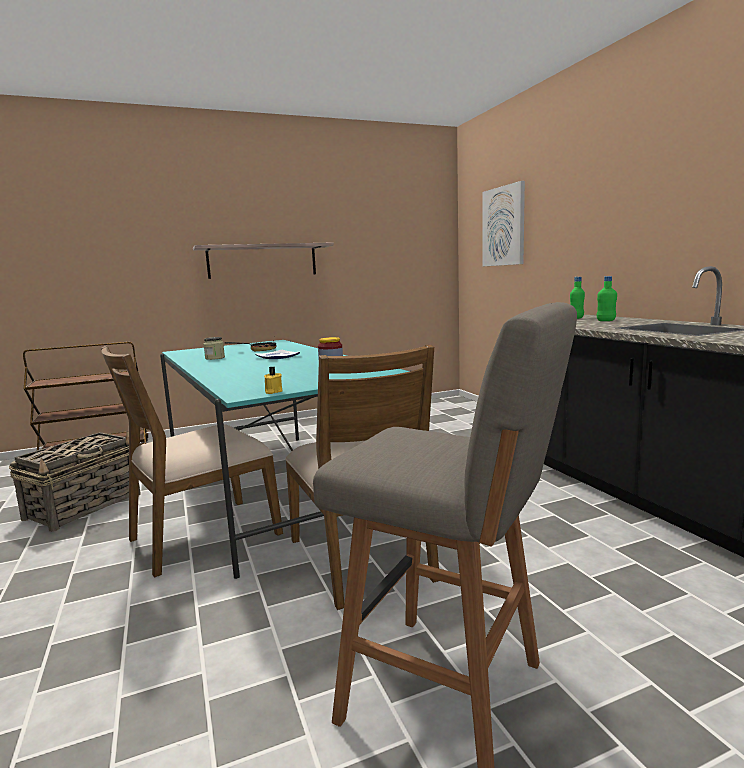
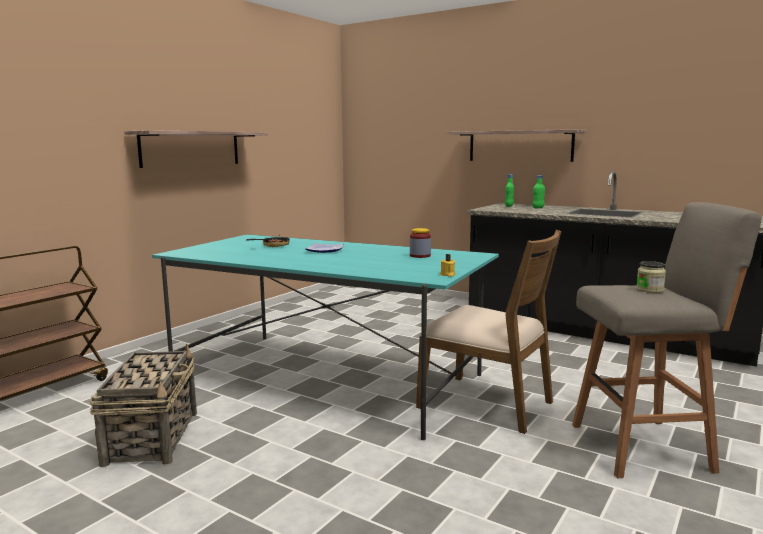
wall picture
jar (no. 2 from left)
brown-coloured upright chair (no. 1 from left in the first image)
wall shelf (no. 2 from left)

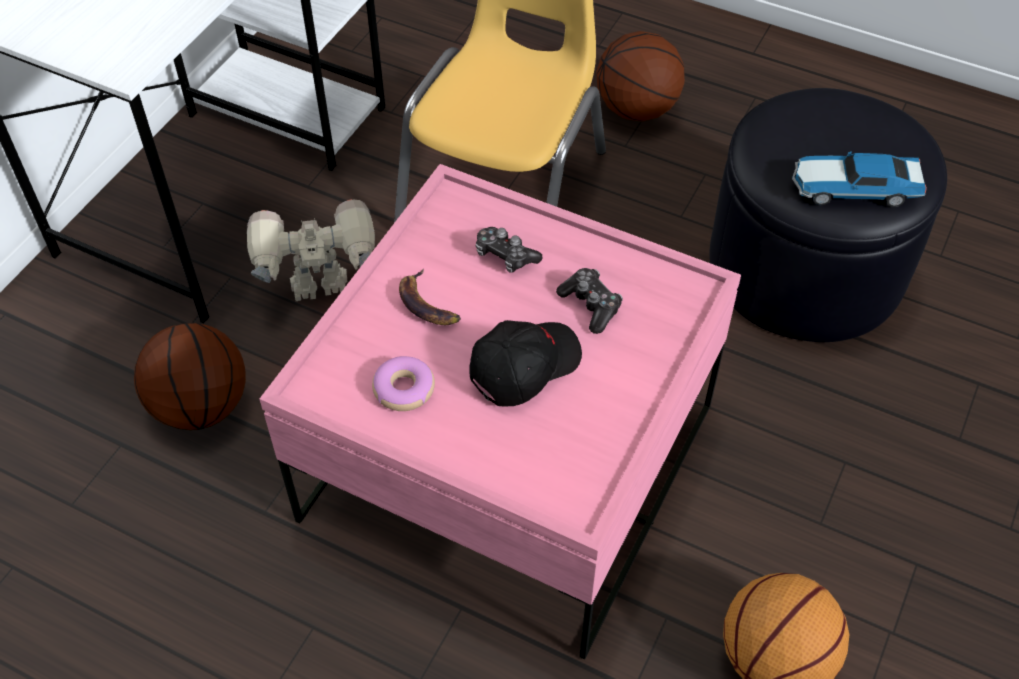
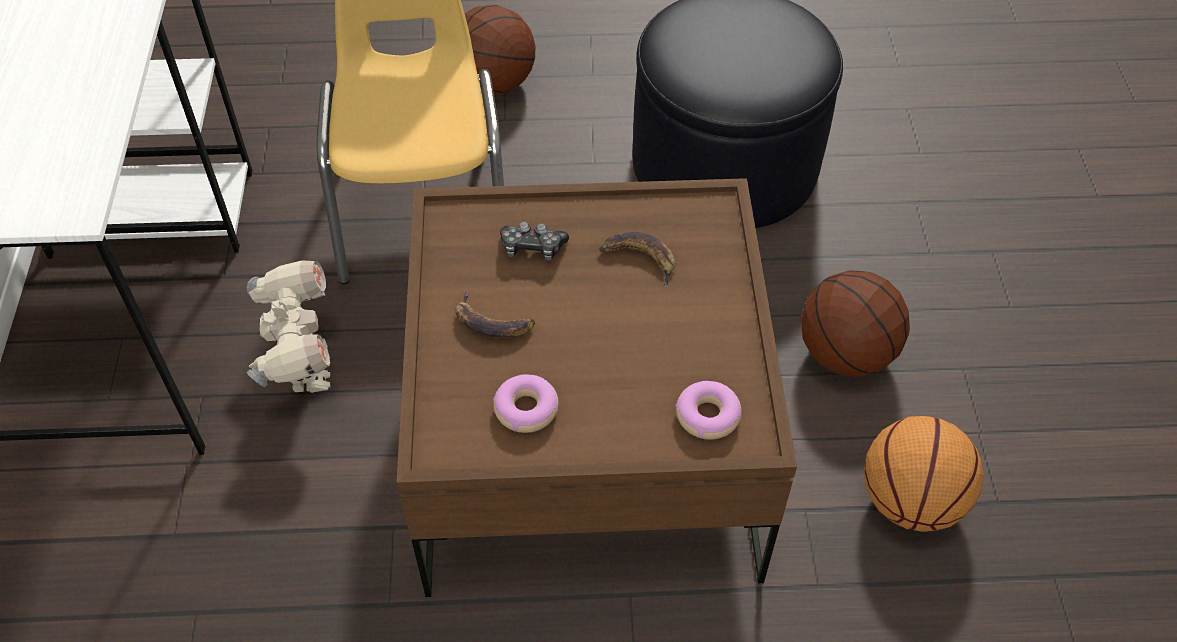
toy car
brown-coloured low table
toy robot
banana fruit (no. 2 from left)
blackish baseball cap
basketball (no. 2 from left)
donut (no. 2 from left)

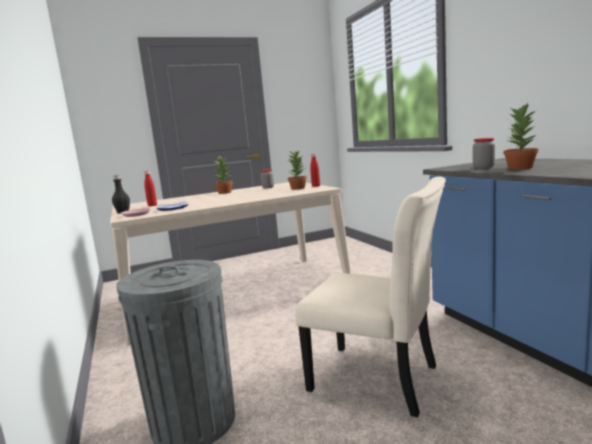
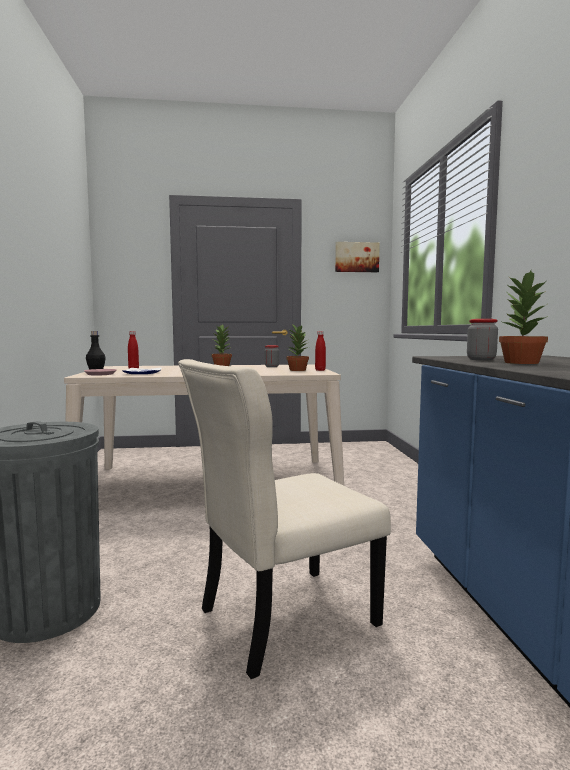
beige upright chair
wall picture

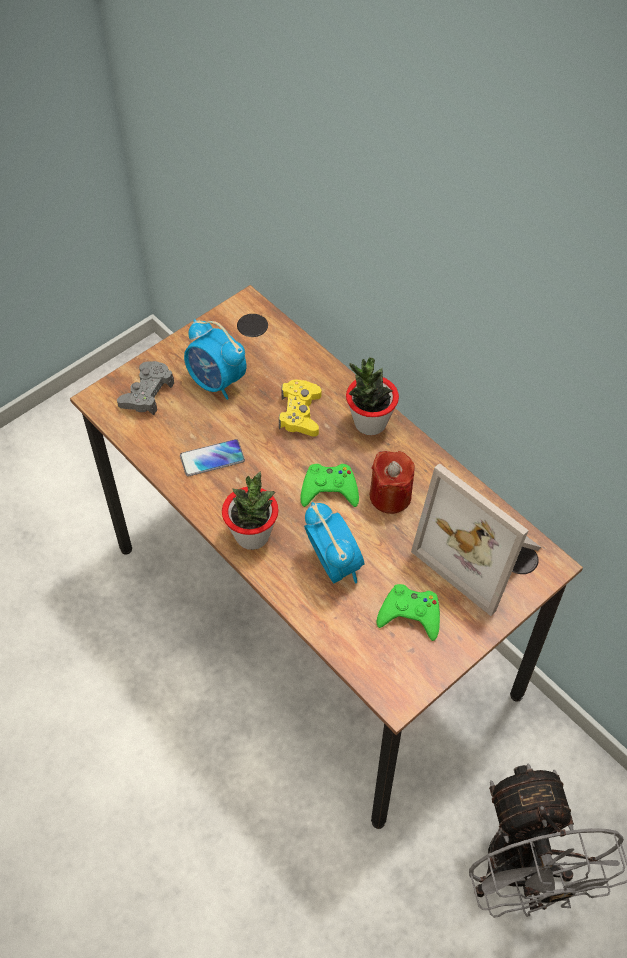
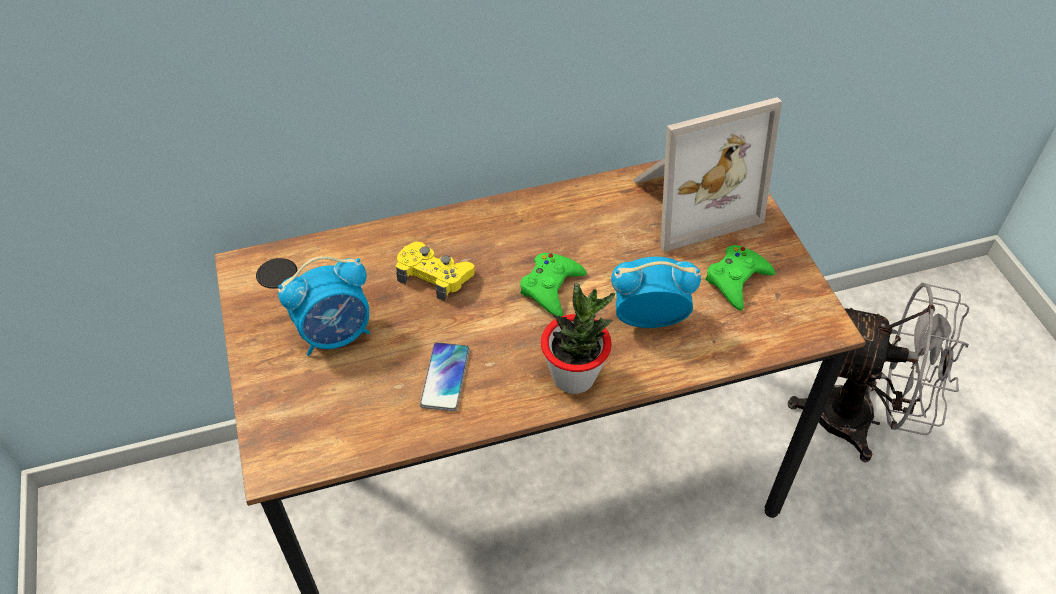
plant in a pot (no. 2 from left in the first image)
grey gamepad
red wax light

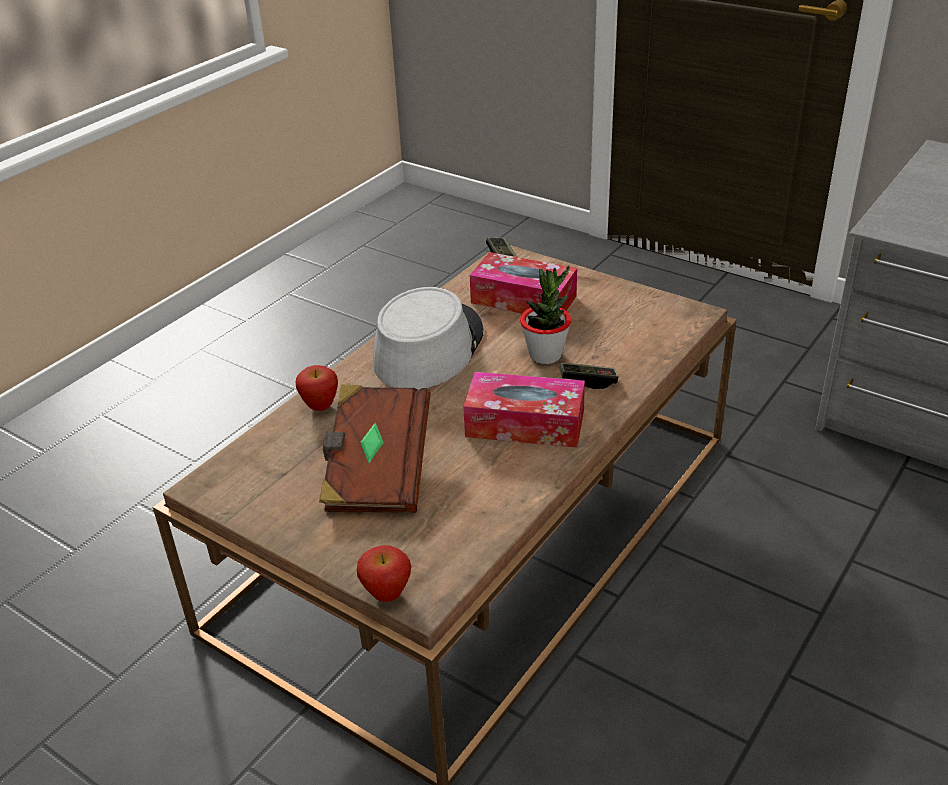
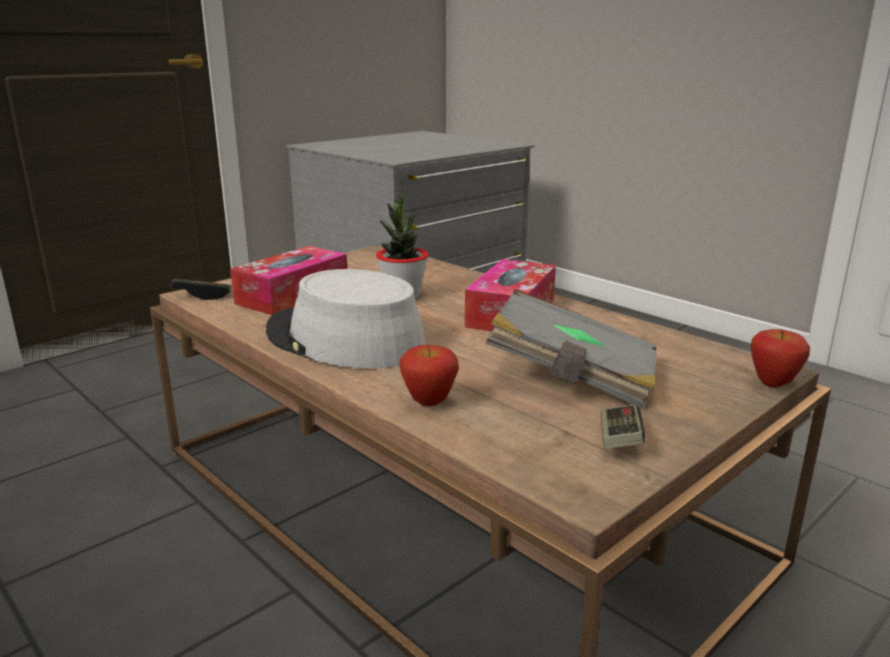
gamepad (no. 2 from left)
grey volume

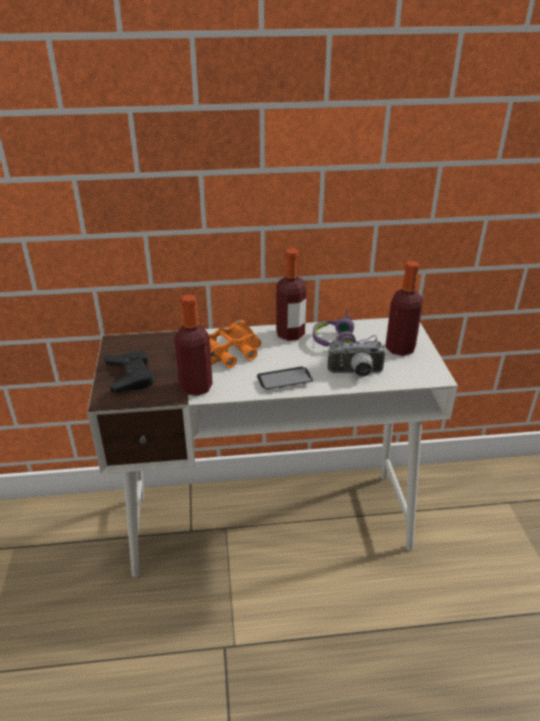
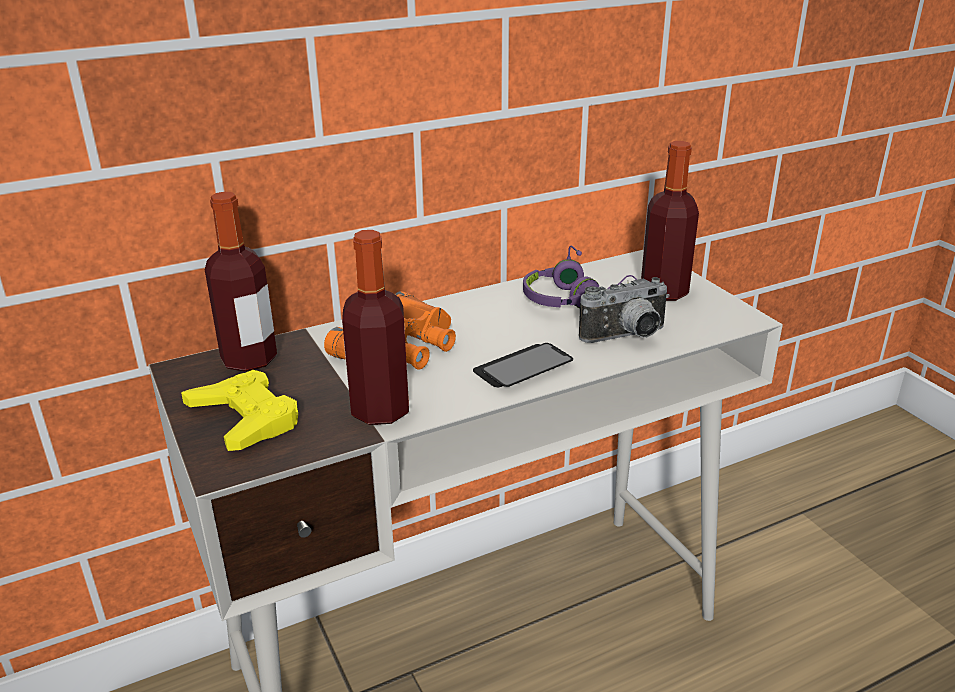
drink bottle (no. 1 from left)
yellow gamepad

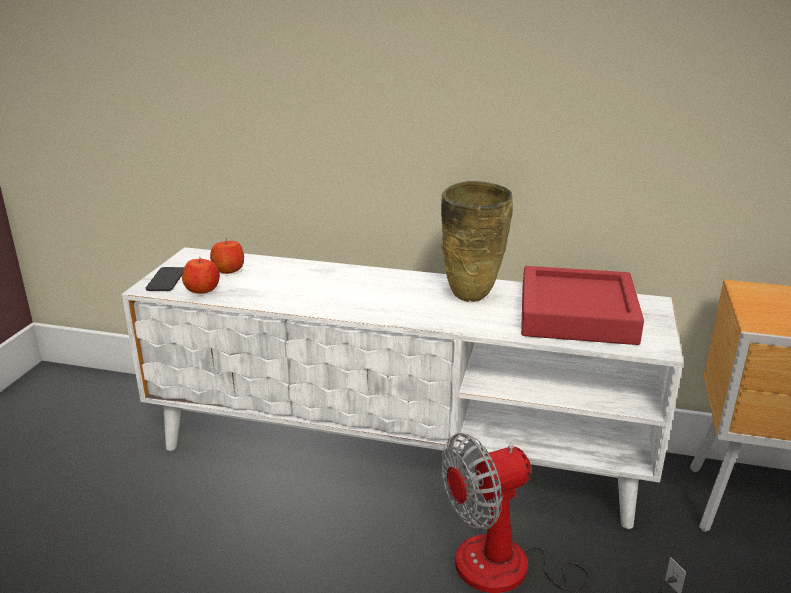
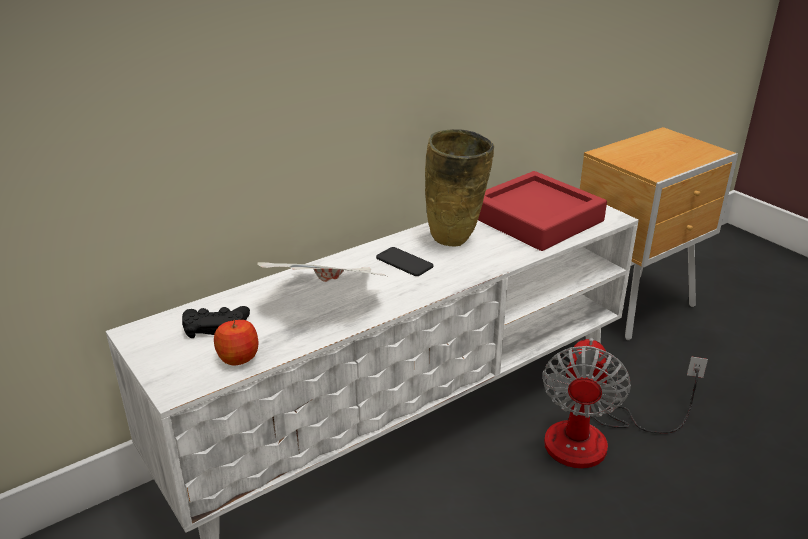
blackish gamepad
handset
daily paper

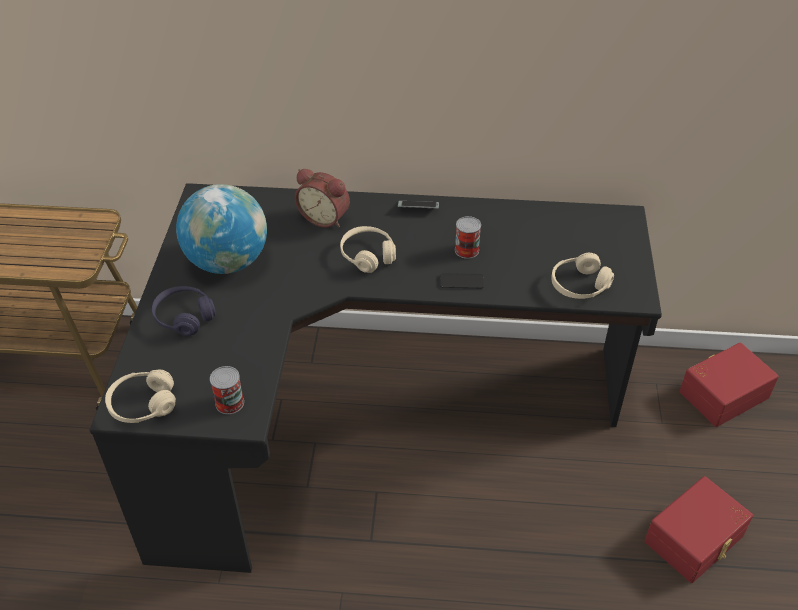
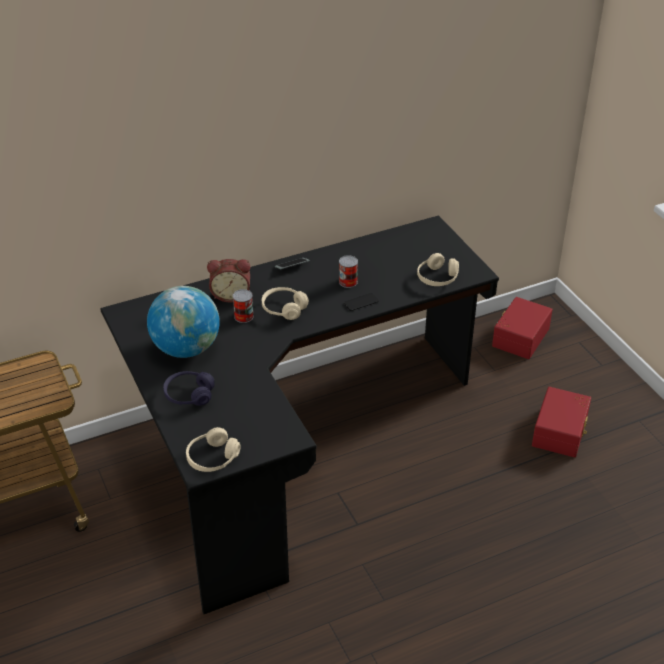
sealed can (no. 1 from left)

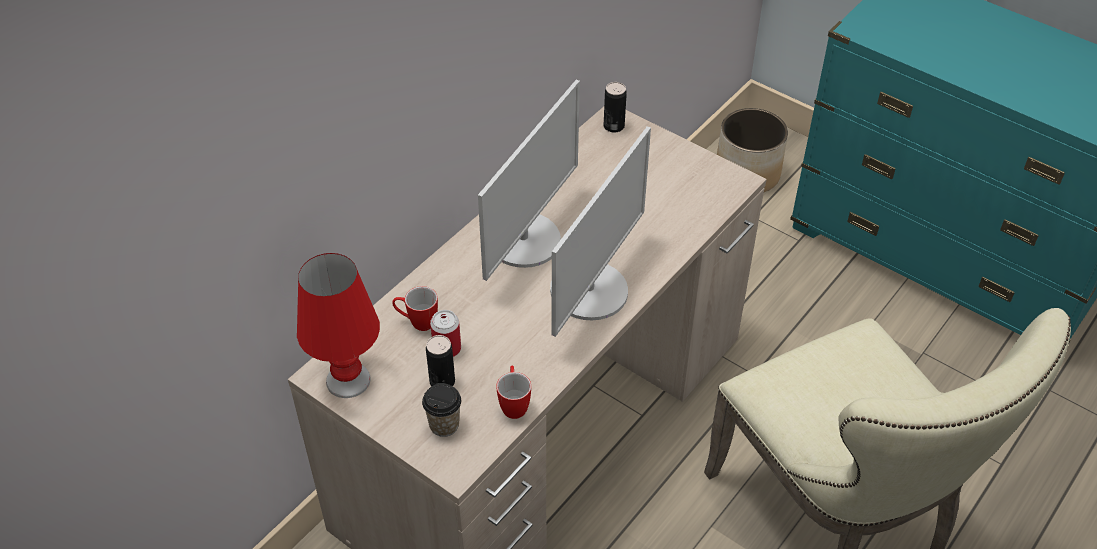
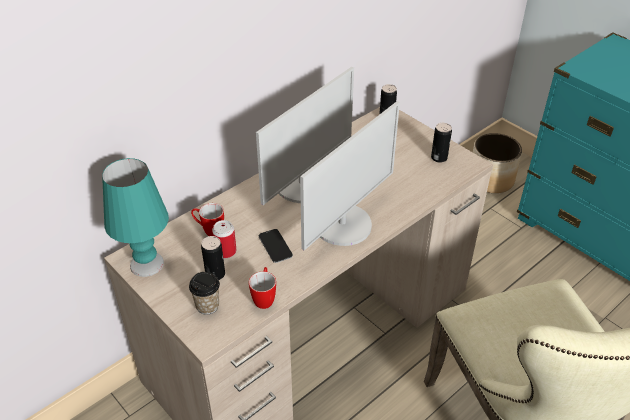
turquoise-coloured lamp for a table
sealed can (no. 4 from left)
handset

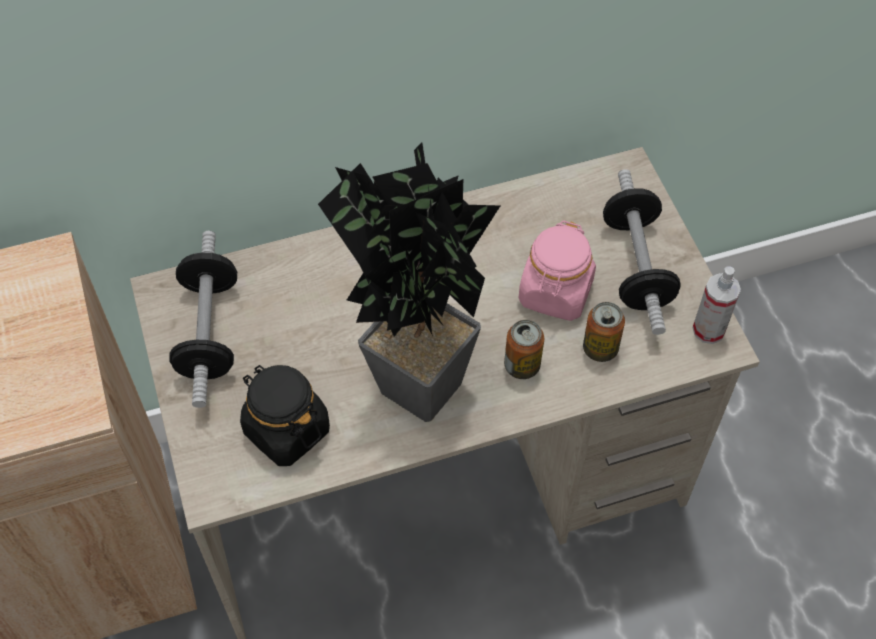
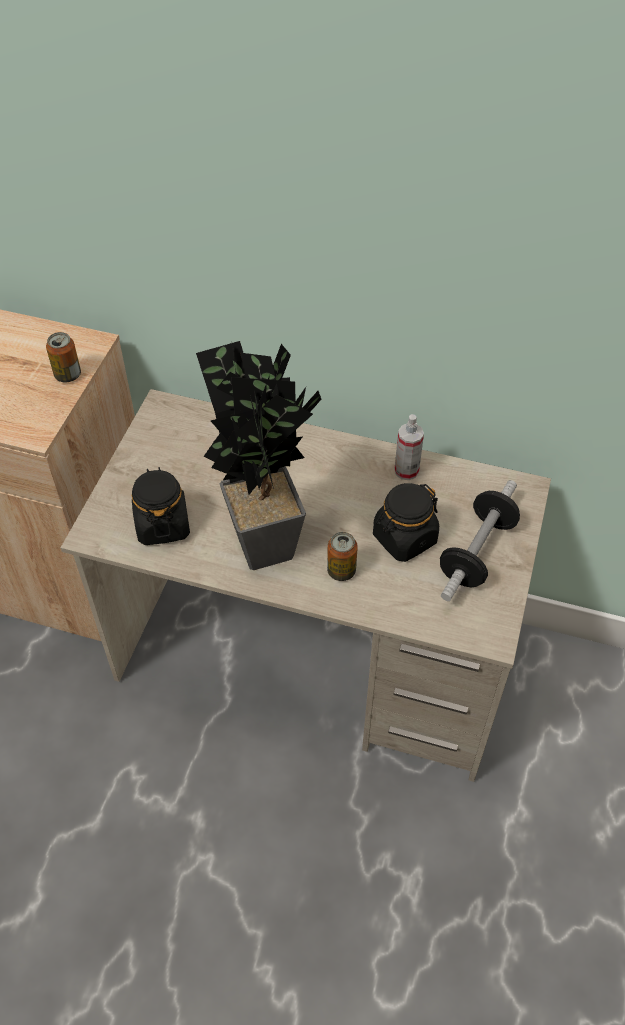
blackish jar (no. 2 from left)
dumbbell (no. 1 from left in the first image)
spray bottle
sealed can (no. 1 from left)

